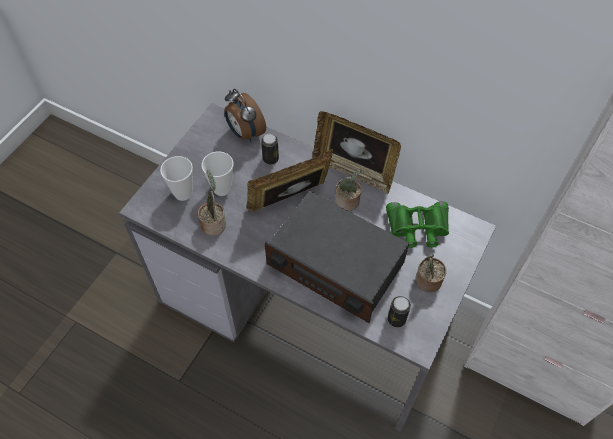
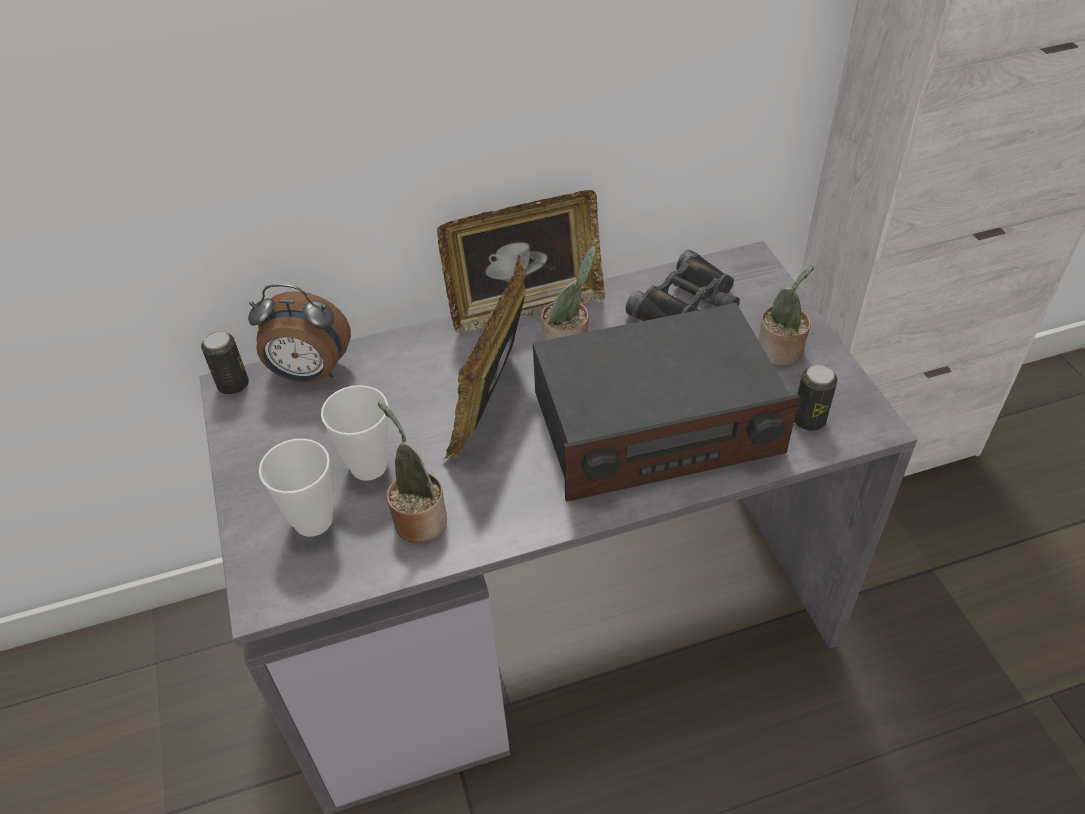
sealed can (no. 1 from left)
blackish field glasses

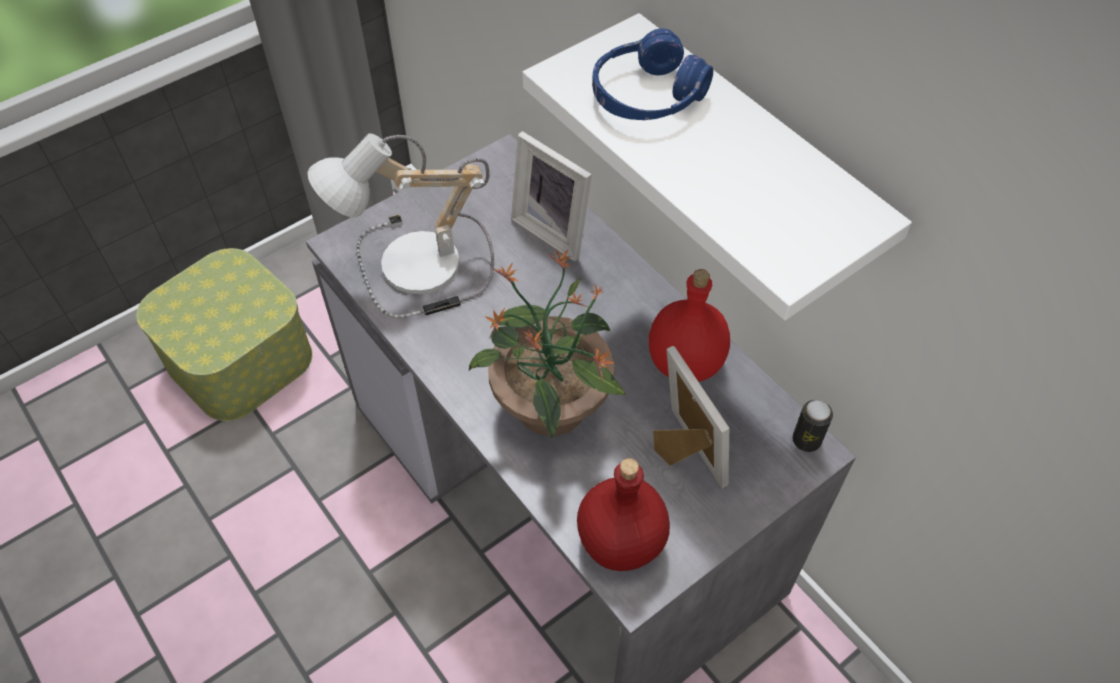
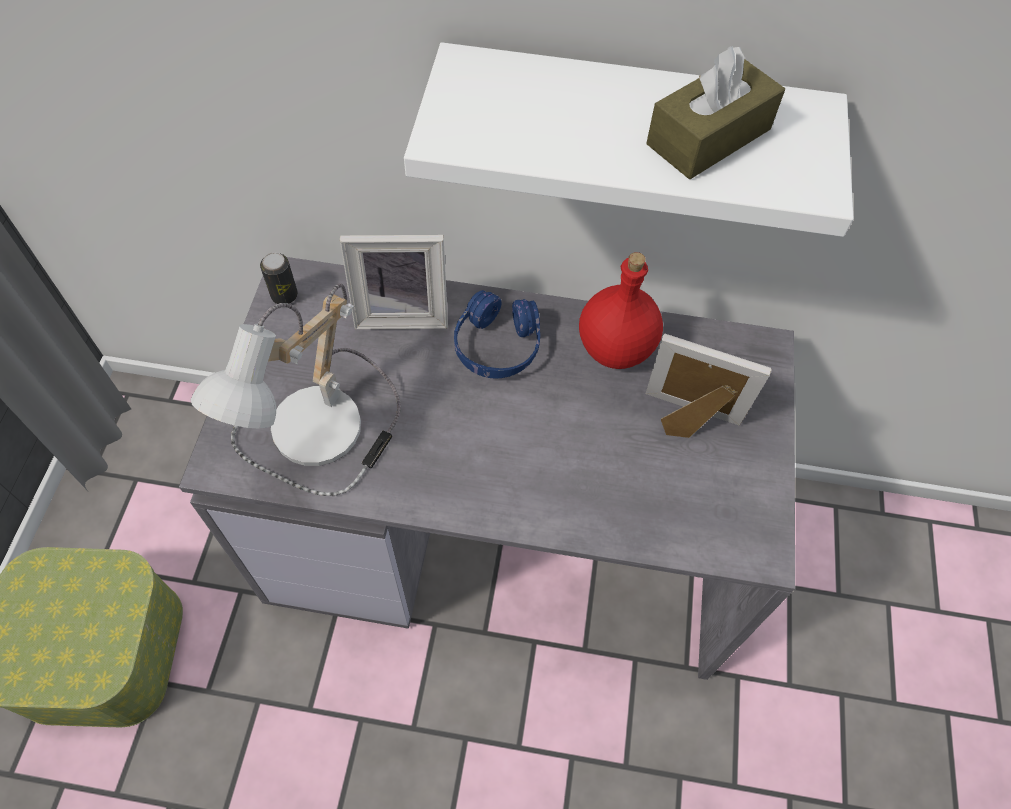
blue pair of headphones
plant in a pot
sealed can
red drink bottle (no. 1 from left in the first image)
brown-coloured tissue box

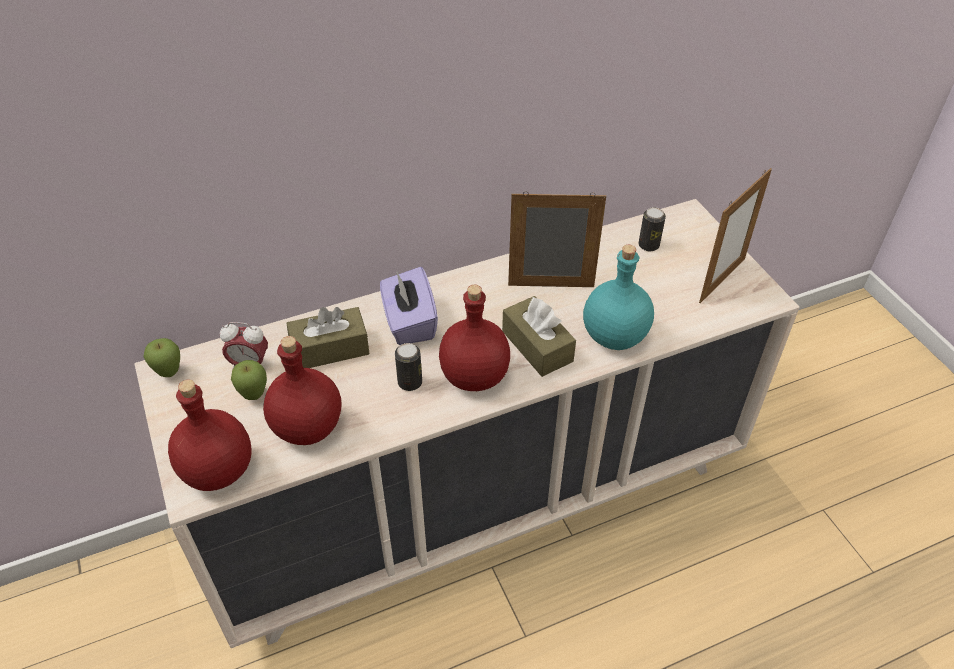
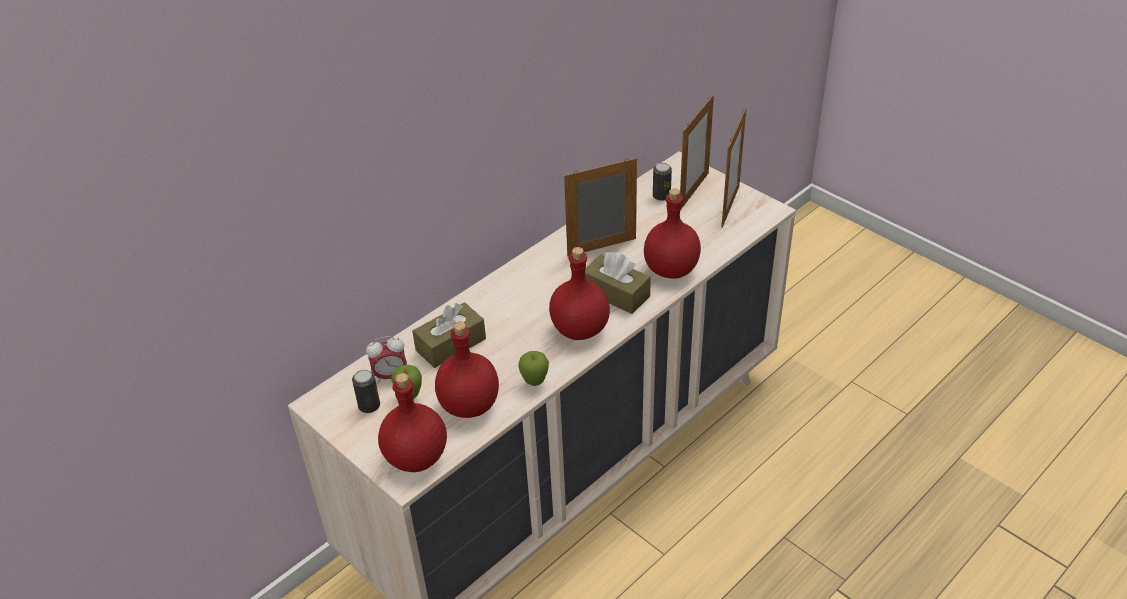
red drink bottle (no. 4 from left)
purple tissue box
apple (no. 2 from left)
sealed can (no. 1 from left)
photo frame (no. 2 from left)

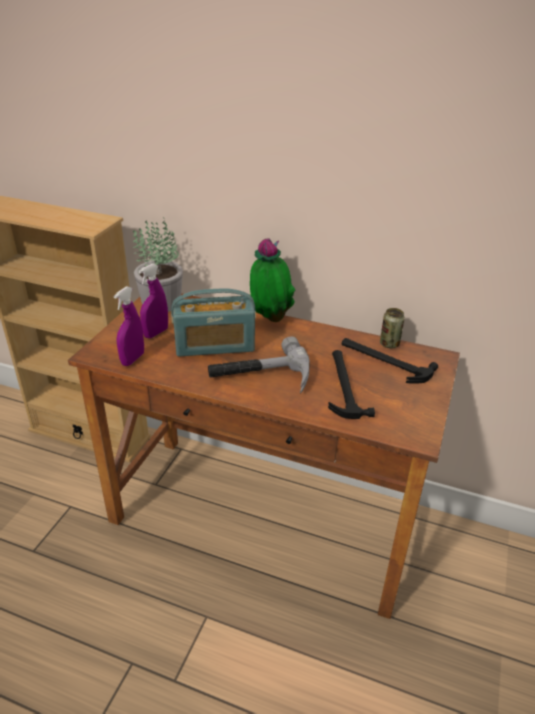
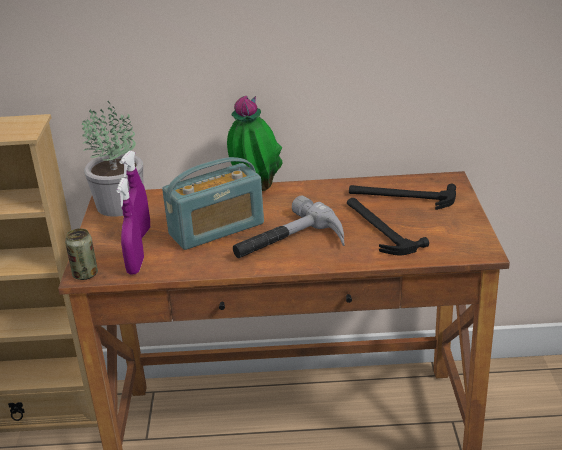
sealed can

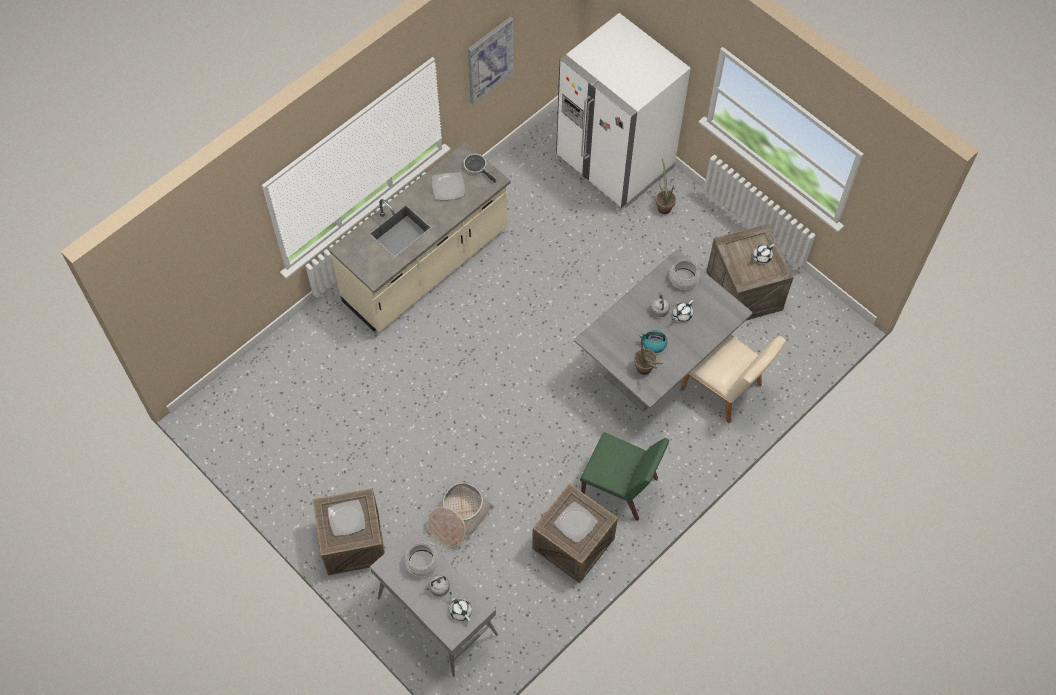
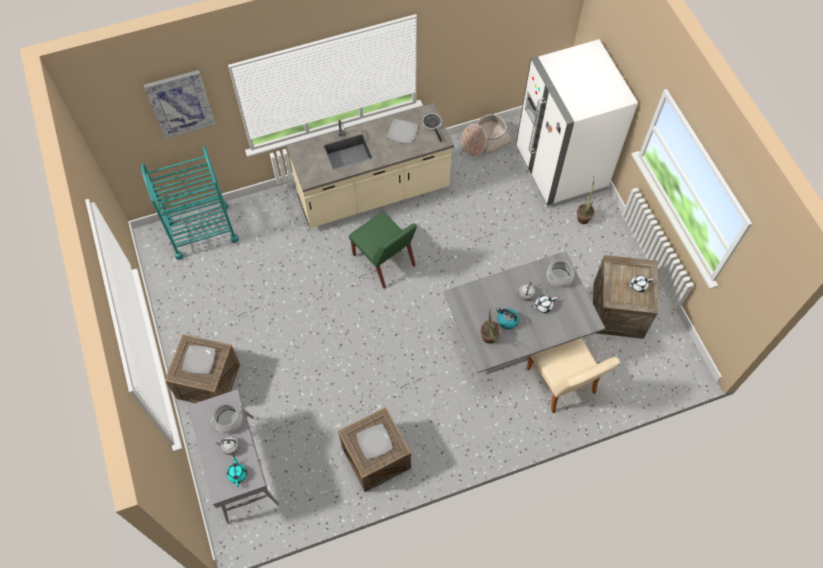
wall picture
green-coloured upright chair
basket
turquoise-coloured tea pot
turquoise-coloured wheeled cart

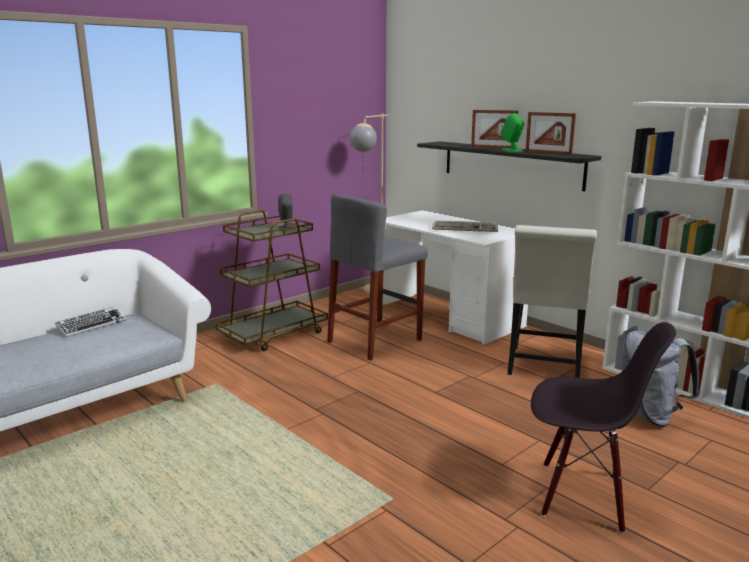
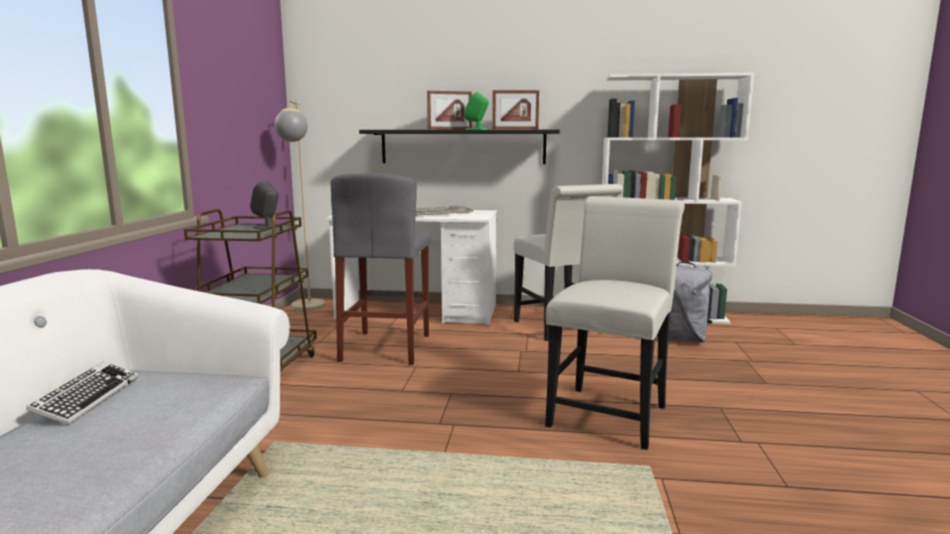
blackish upright chair
white upright chair (no. 2 from left)

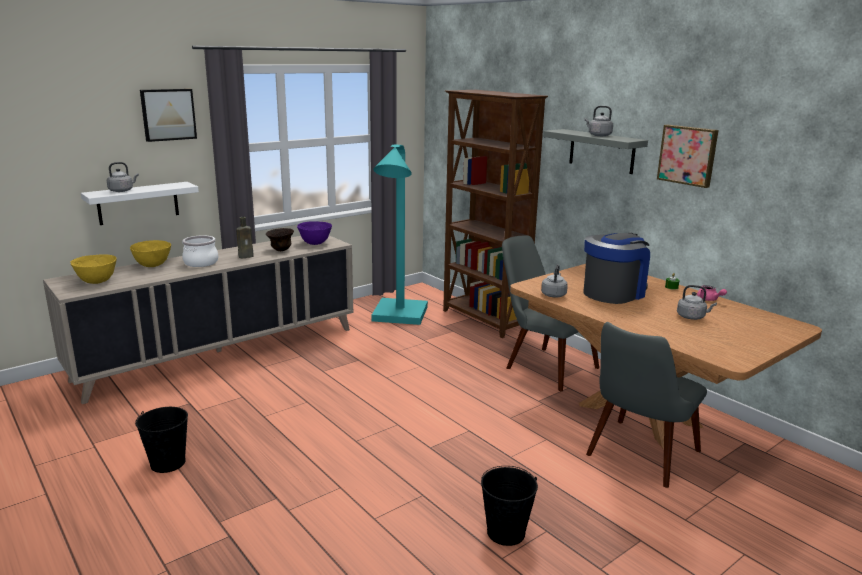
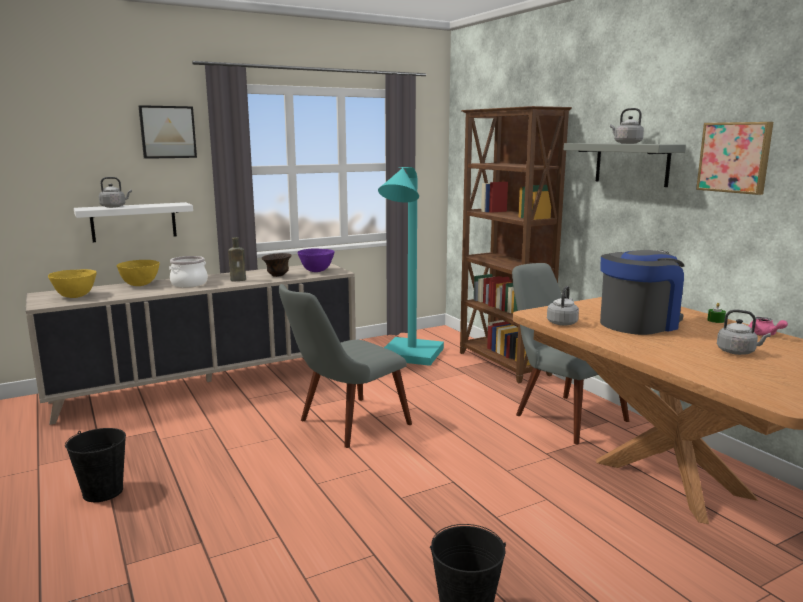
grey upright chair (no. 1 from left)

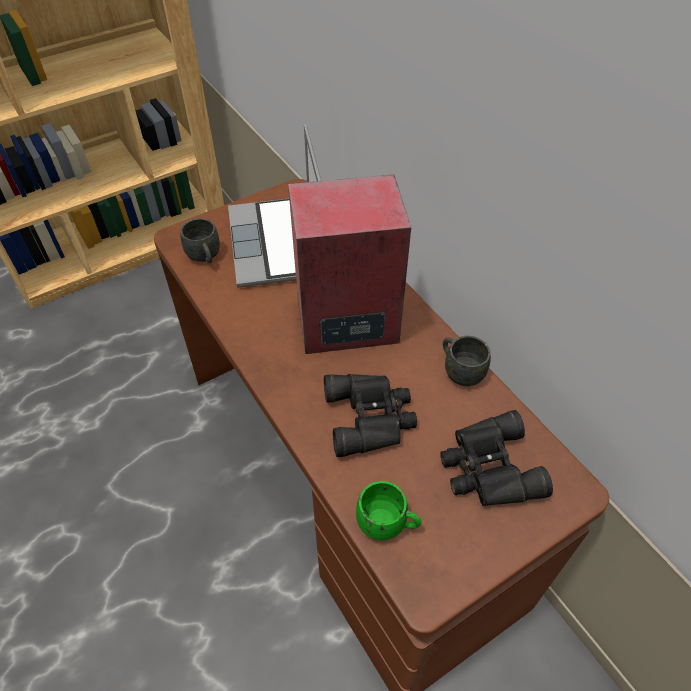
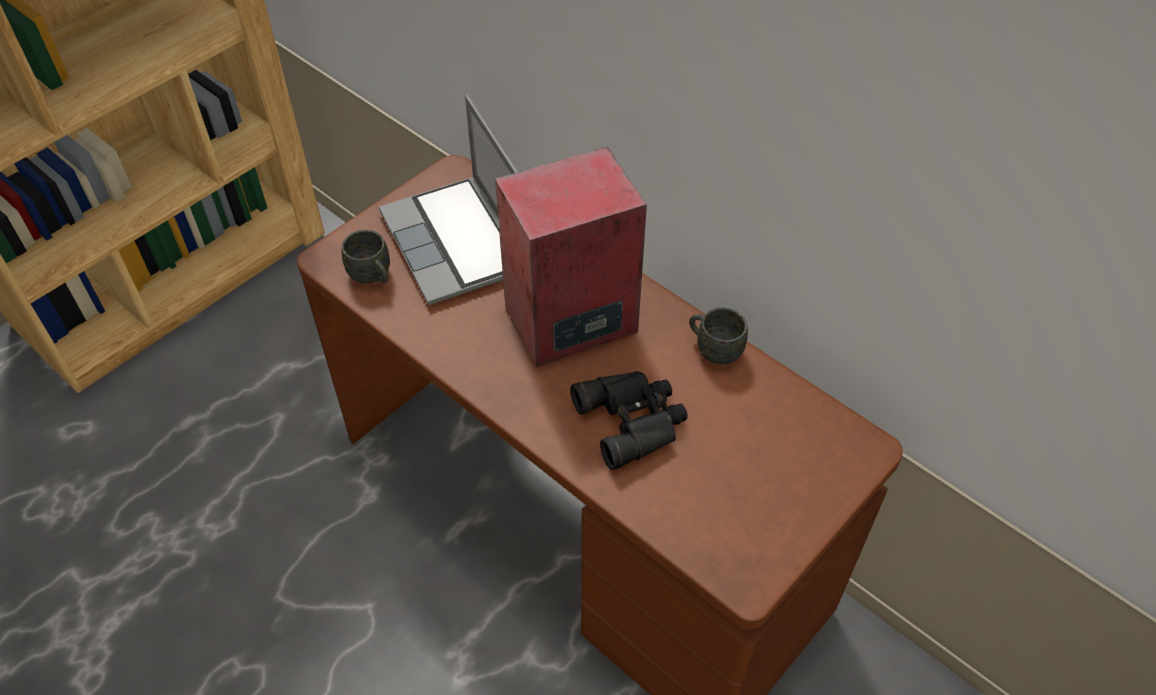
blackish field glasses (no. 2 from left in the first image)
green-coloured mug

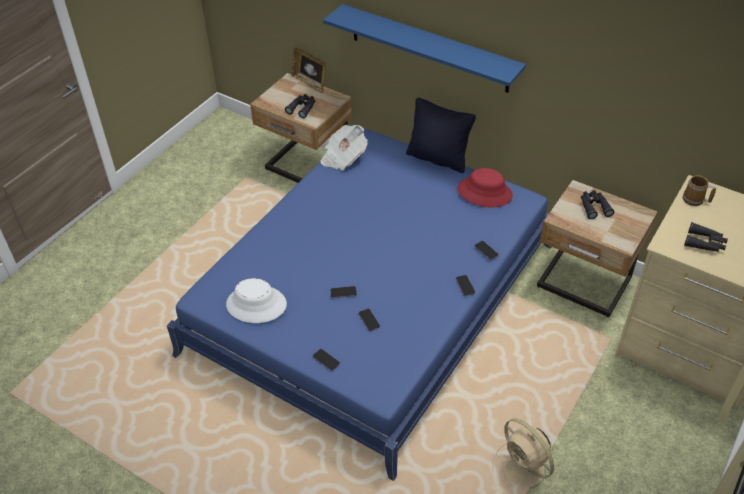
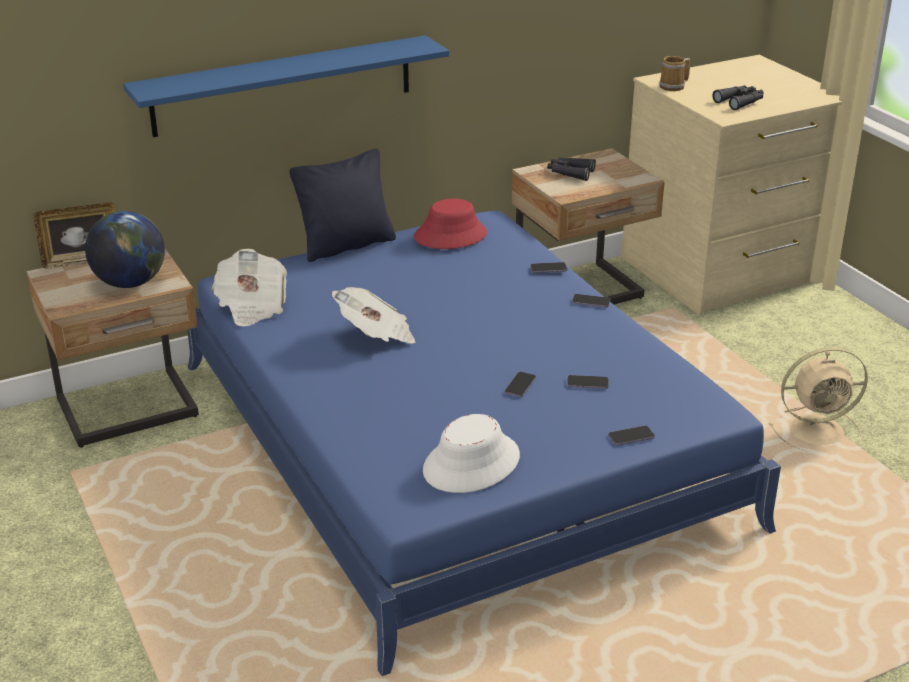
world globe
daily paper (no. 2 from left)

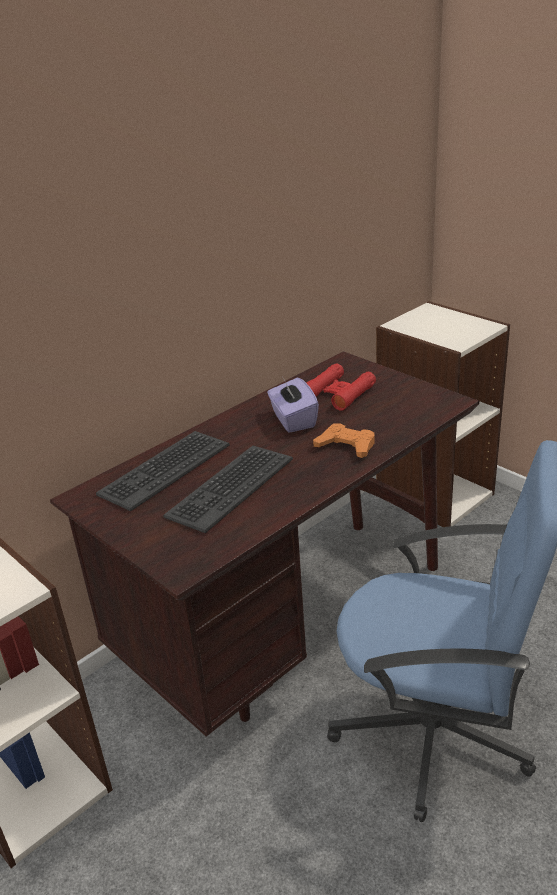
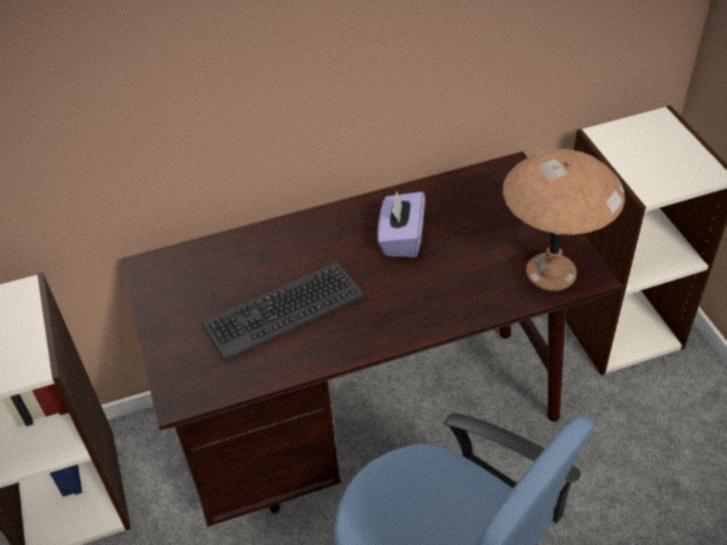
red field glasses
orange-coloured gamepad
PC keyboard (no. 1 from left in the first image)
brown-coloured lamp for a table

